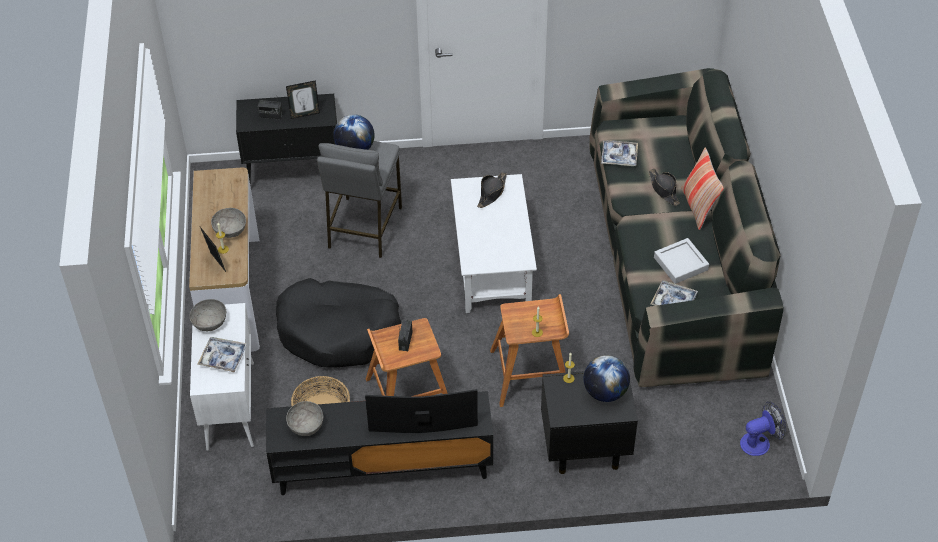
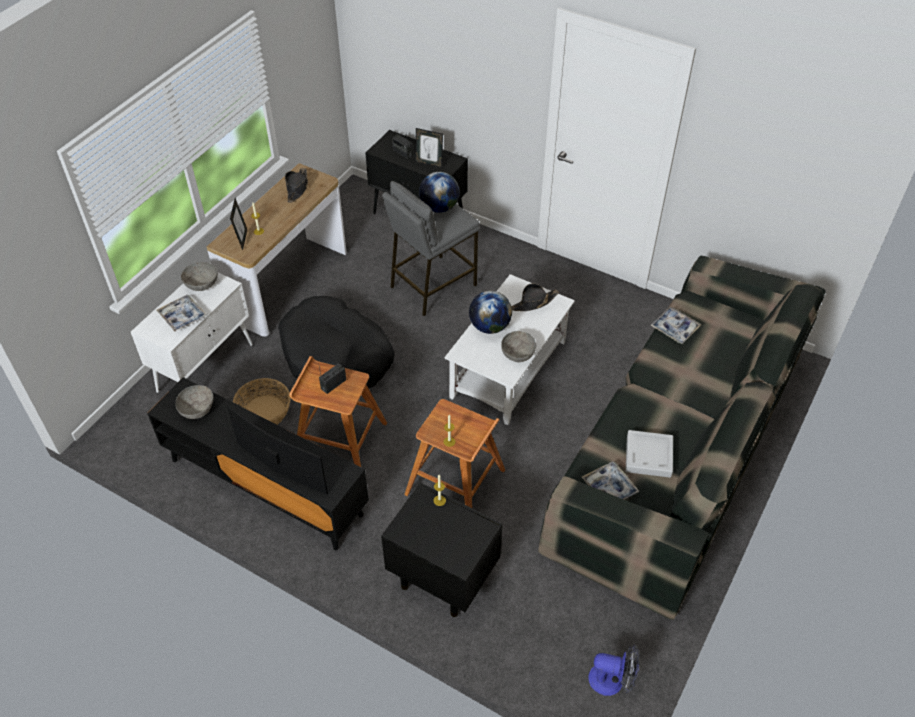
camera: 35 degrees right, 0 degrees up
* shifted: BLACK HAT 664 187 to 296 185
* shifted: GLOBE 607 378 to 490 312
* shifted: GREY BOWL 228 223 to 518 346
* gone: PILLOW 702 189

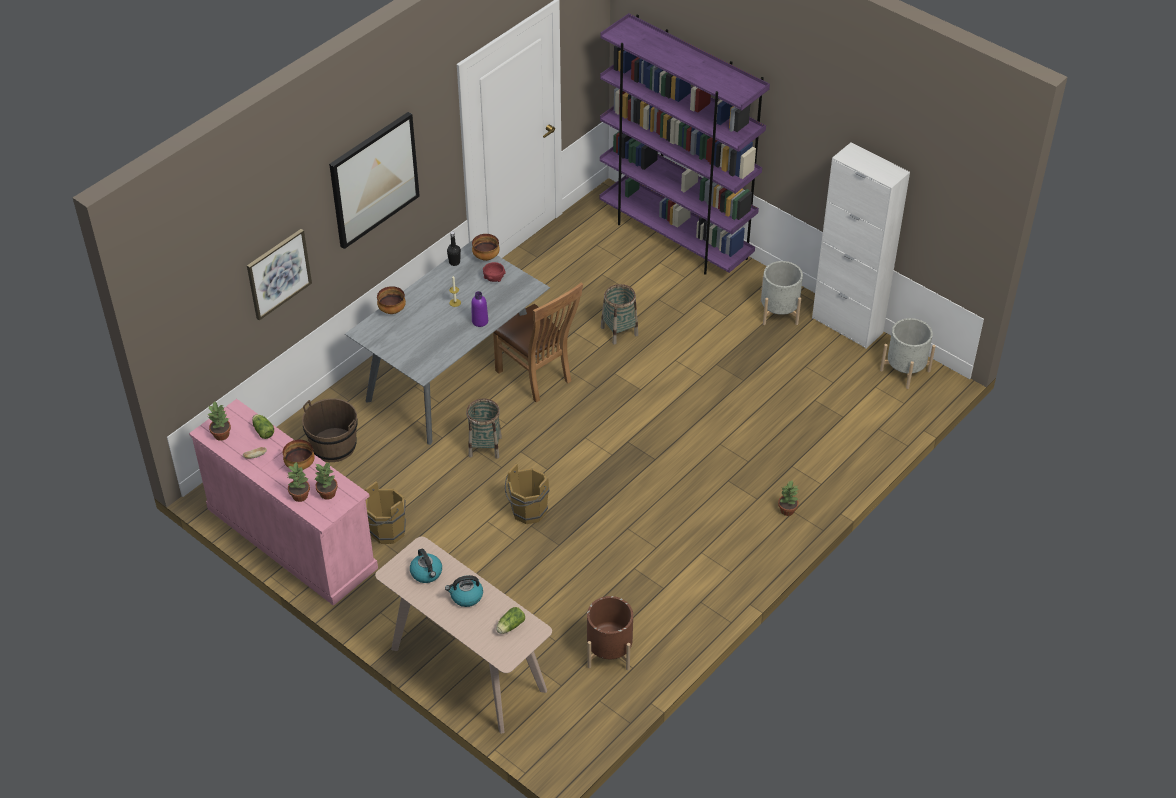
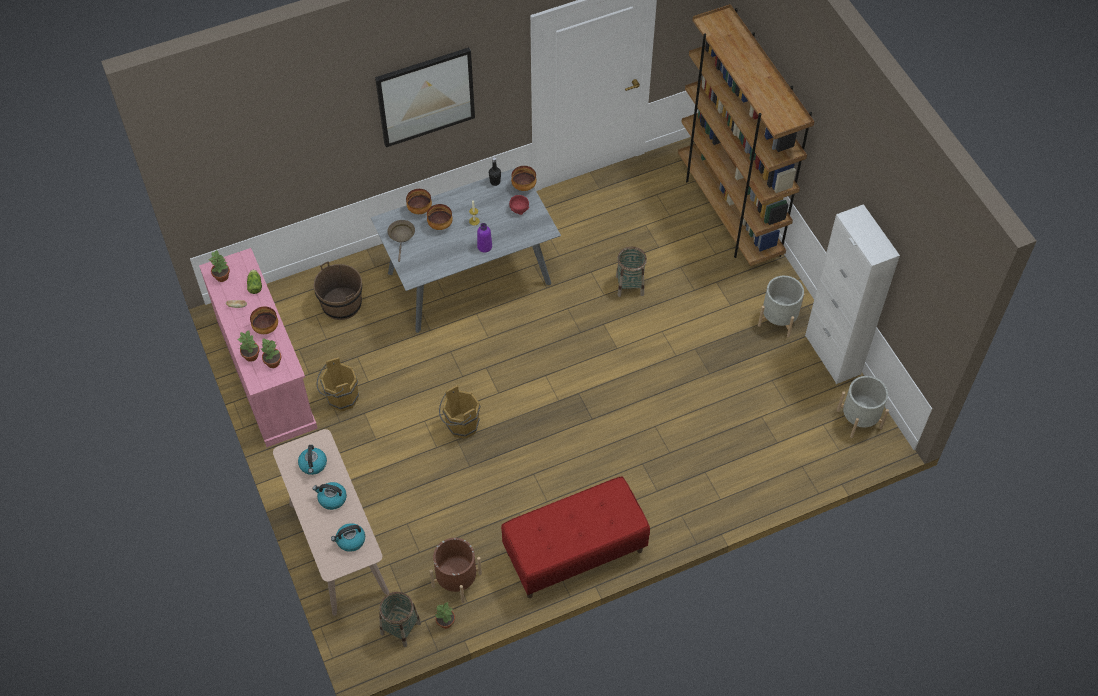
camera: 25 degrees right, 10 degrees up
* swapped: LETTUCE 510 620 to KETTLE 348 537
* shifted: BASKET 484 428 to 400 619
* new: BROWN FRYING PAN 401 241
* new: BOWL 440 217
* shifted: POTTED PLANT 788 498 to 445 615
* new: RED BENCH 575 537
* repainted: PURPLE BOOKCASE 684 144 to BROWN BOOKCASE 746 135
* gone: PICTURE 279 274
* gone: BROWN CHAIR 538 342

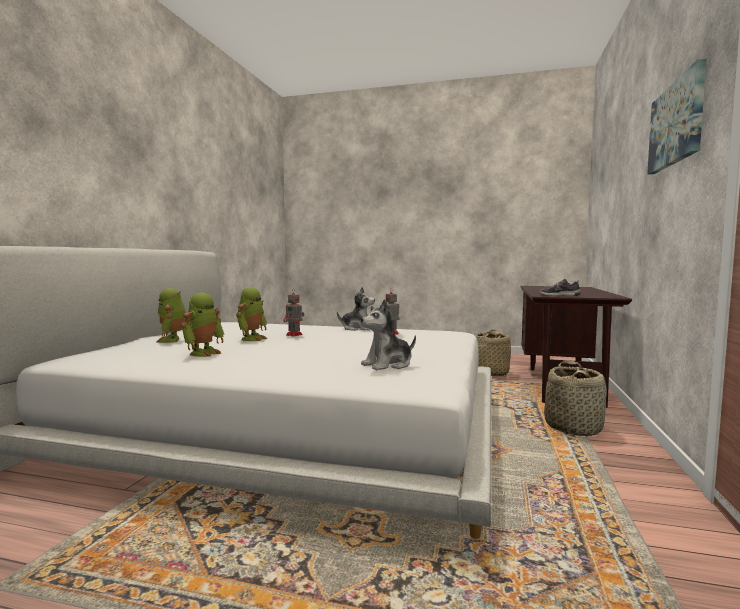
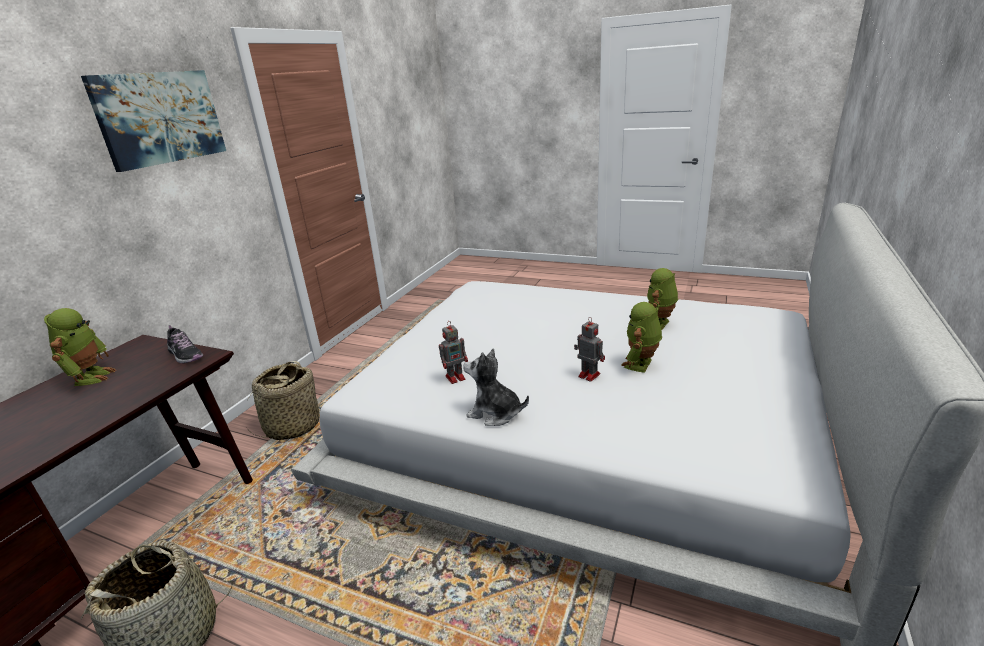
camera: 170 degrees left, 20 degrees up
* shifted: TOY ROBOT 171 315 to 80 347
* gone: PLUSH TOY 388 335

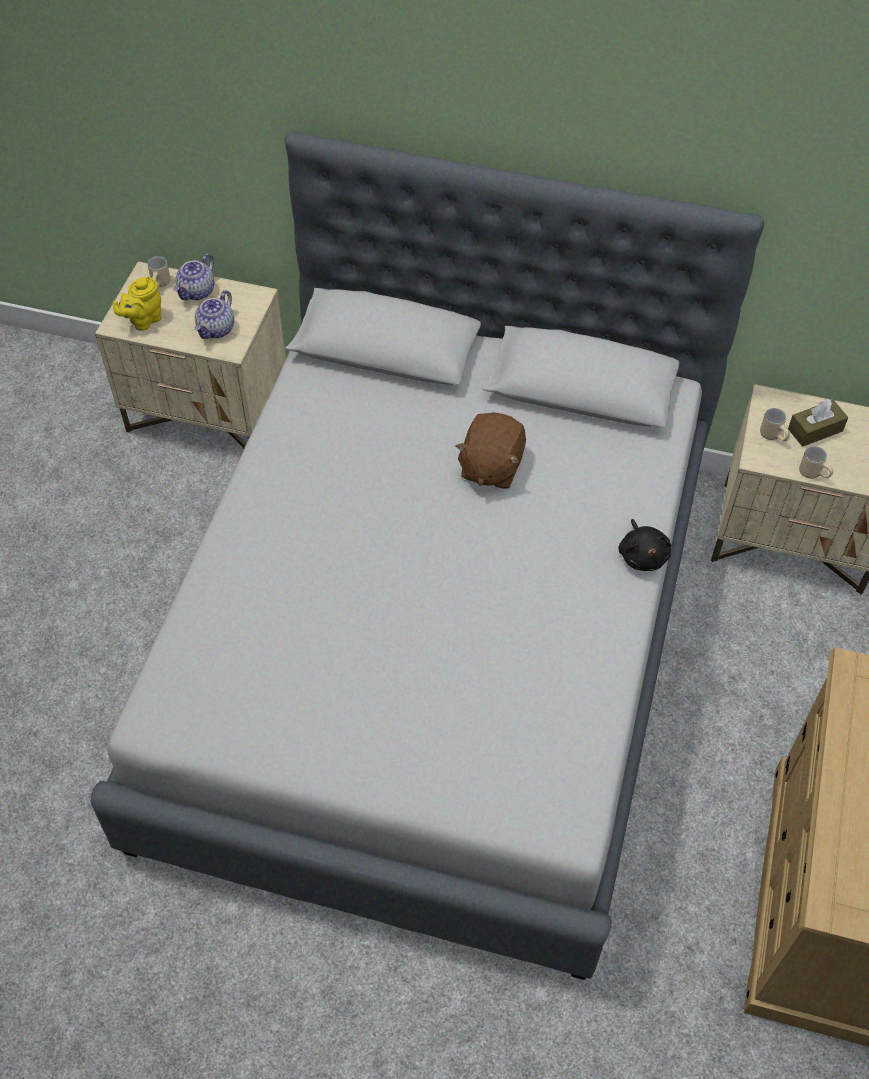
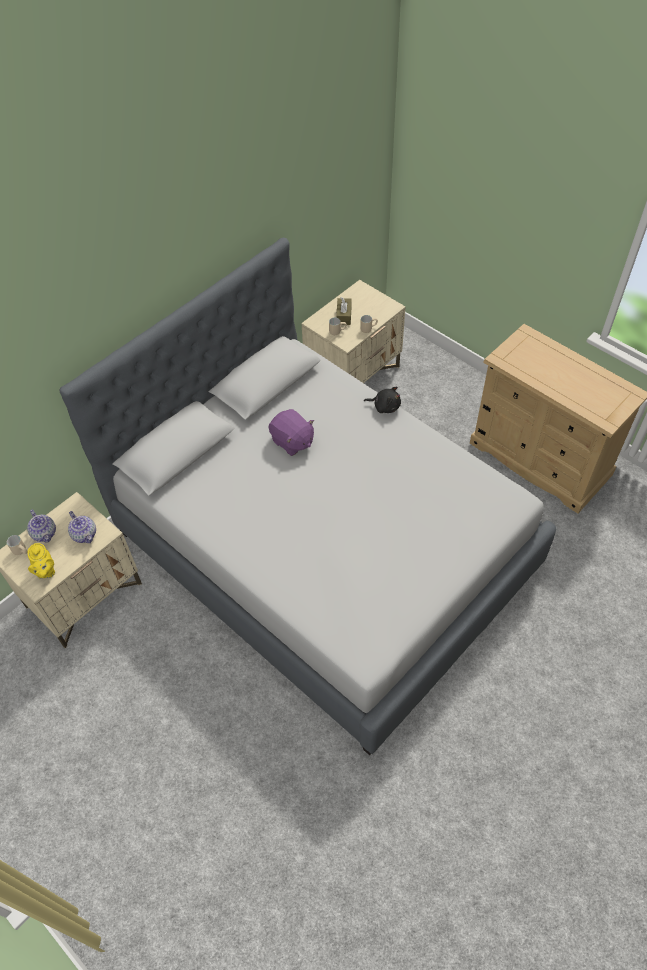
camera: 60 degrees left, 0 degrees up
* repainted: BROWN PLUSH TOY 490 450 to PURPLE PLUSH TOY 291 432

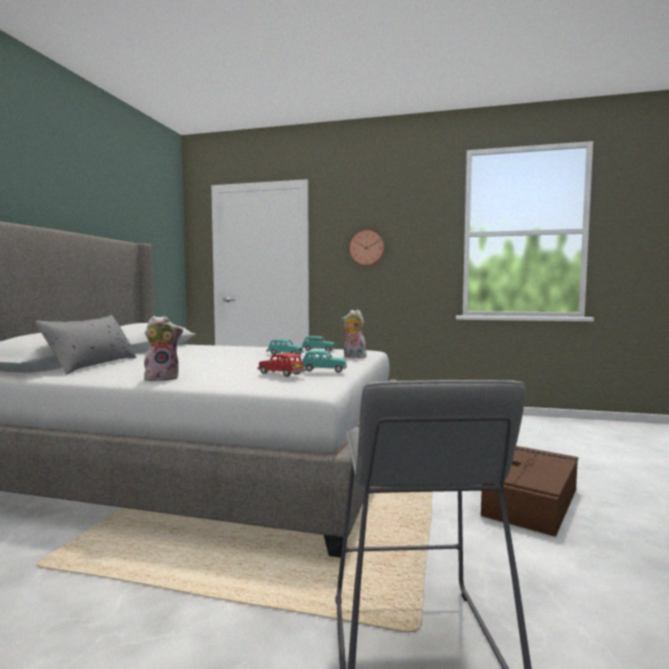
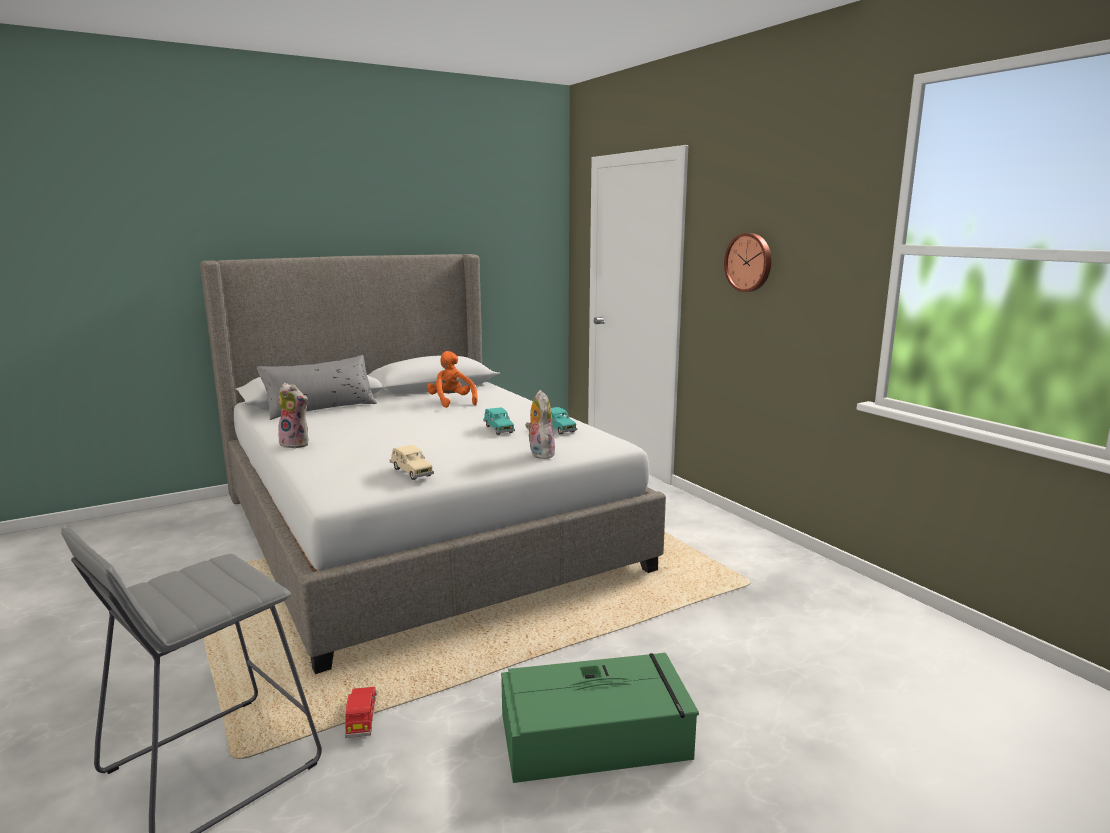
camera: 45 degrees right, 10 degrees up
* shifted: RED TOY CAR 282 365 to 361 712
* repainted: TURQUOISE TOY CAR 324 361 to BEIGE TOY CAR 412 462
* new: ORANGE PLUSH TOY 452 379
* repainted: BROWN STORAGE BOX 529 491 to GREEN STORAGE BOX 600 718

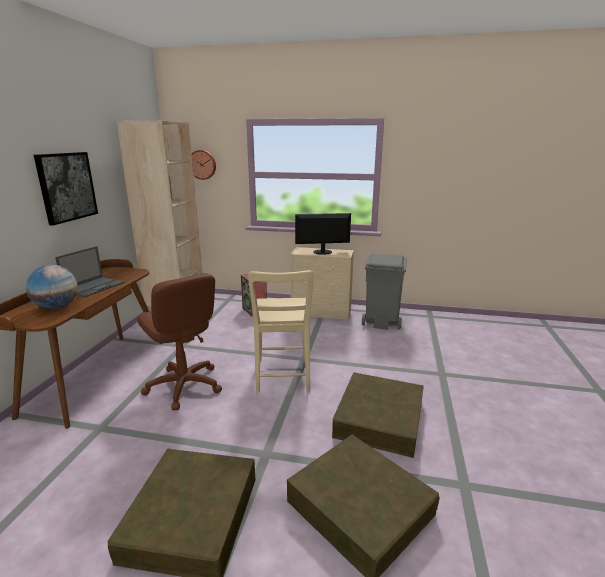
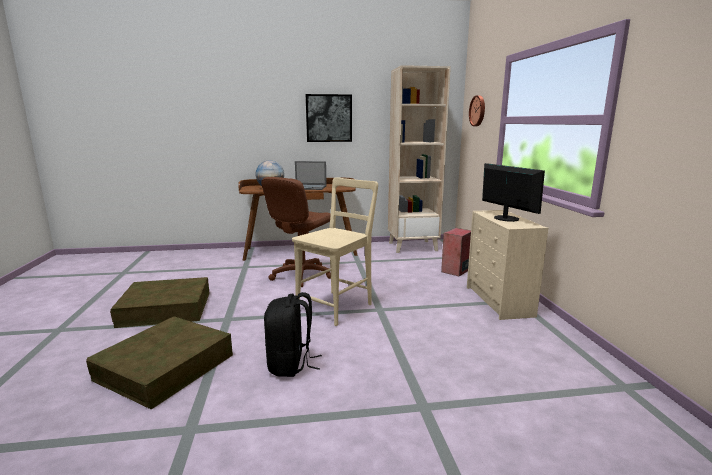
camera: 70 degrees right, 5 degrees down
* swapped: BROWN STORAGE BOX 378 415 to BLACK BACKPACK 293 334
* rotated: BEIGE CHAIR 281 331 = 335 251 150 degrees clockwise
* gone: GREY TRASH CAN 384 292

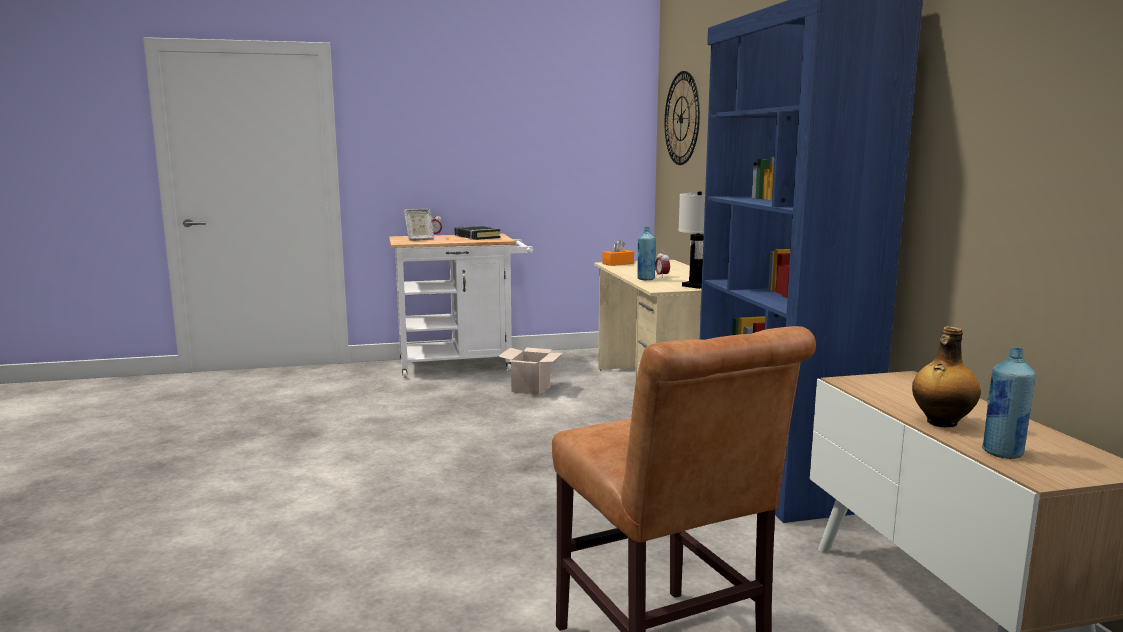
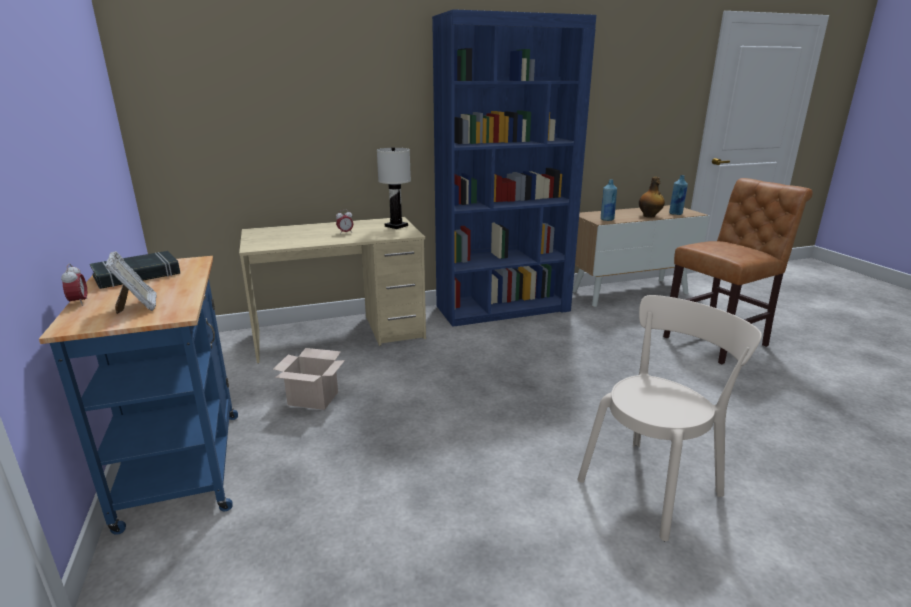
camera: 95 degrees left, 10 degrees up
* repainted: WHITE CART 461 305 to BLUE CART 138 395
* new: BEIGE CHAIR 669 418
* shifted: BLUE BOTTLE 646 253 to 609 200
* gone: ORANGE TISSUE BOX 618 253
* gone: WALL CLOCK 682 118

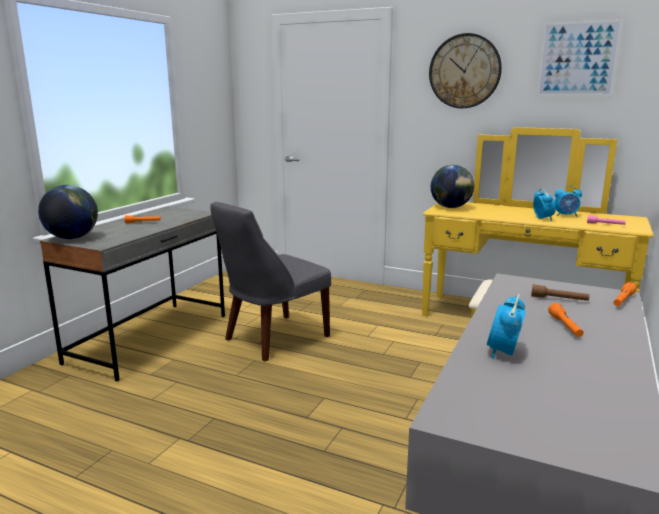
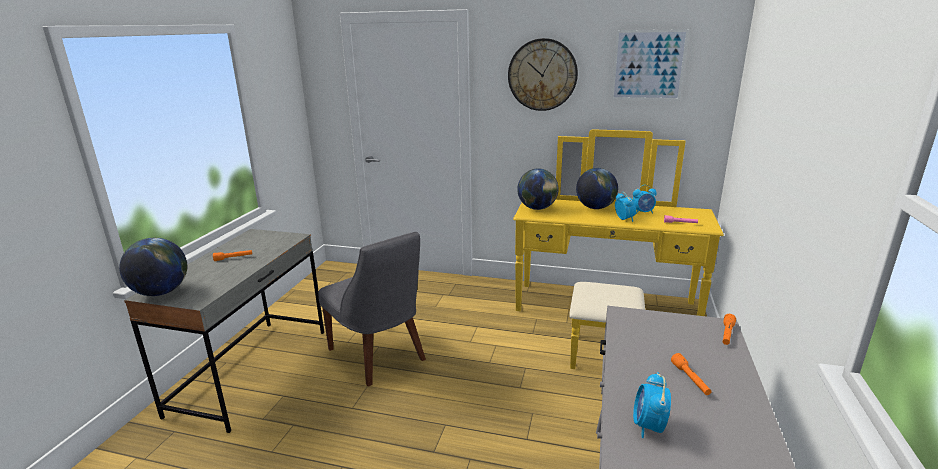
camera: 10 degrees left, 5 degrees up
* rotated: GREY CHAIR 270 281 = 372 309 75 degrees counterclockwise
* new: GLOBE 597 188
* gone: BROWN FLASHLIGHT 560 292

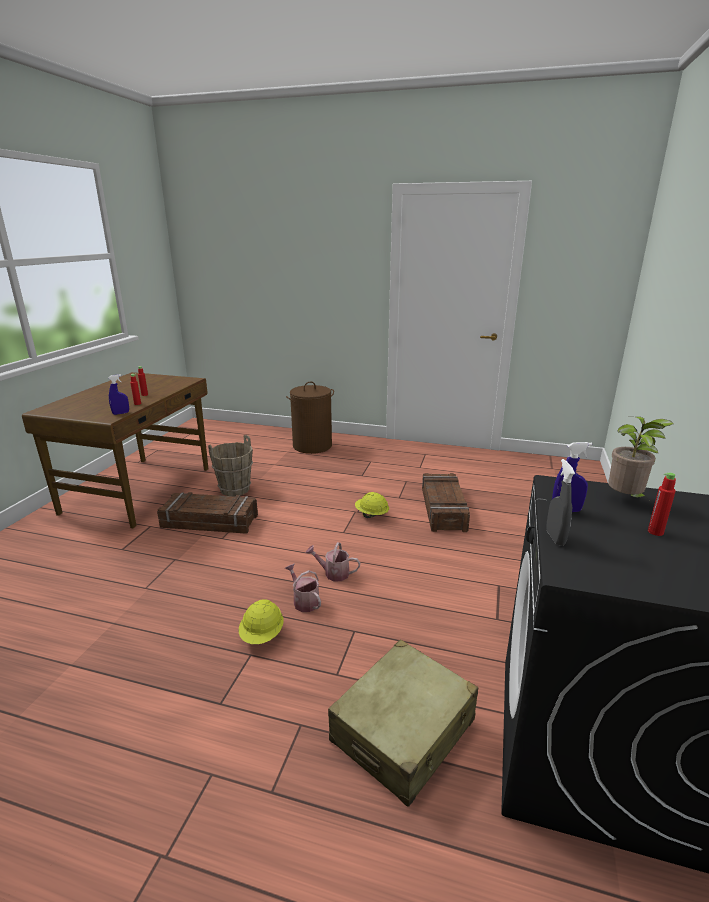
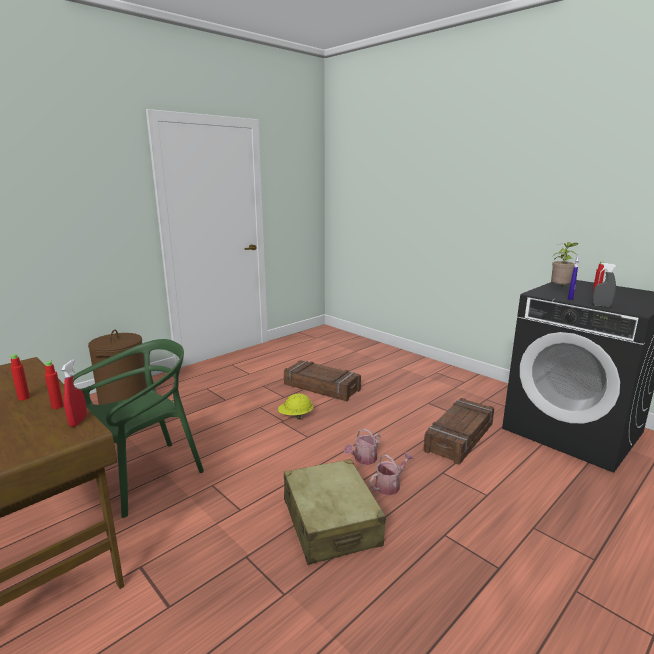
camera: 60 degrees left, 5 degrees down
* repainted: BLUE SPRAY BOTTLE 118 394 to RED SPRAY BOTTLE 74 393
* swapped: BROWN BUCKET 230 465 to GREEN CHAIR 138 428
* shifted: BEIGE SUITCASE 403 723 to 335 512
* rotated: WATERING CAN 303 588 = 391 473 150 degrees clockwise
* shifted: CRATE 207 513 to 458 431
* gone: YELLOW HARD HAT 261 621

